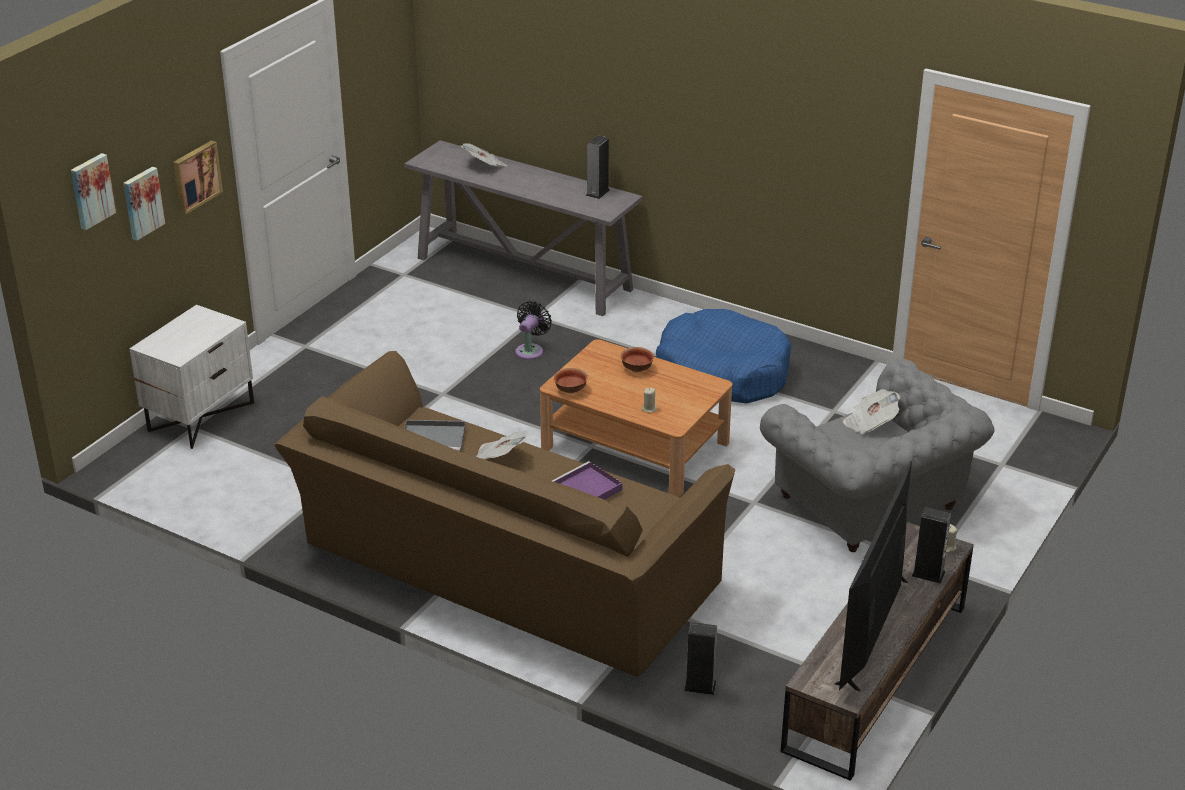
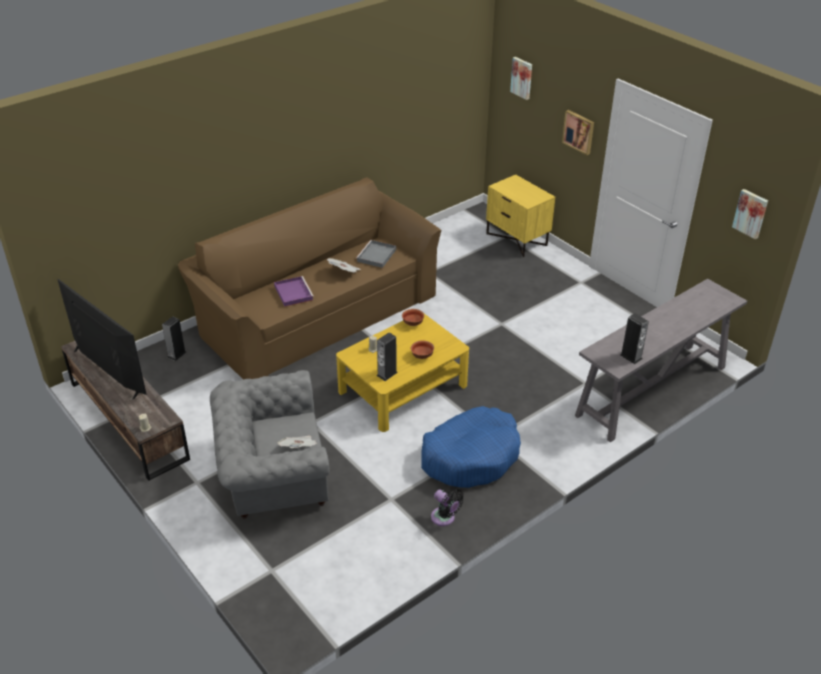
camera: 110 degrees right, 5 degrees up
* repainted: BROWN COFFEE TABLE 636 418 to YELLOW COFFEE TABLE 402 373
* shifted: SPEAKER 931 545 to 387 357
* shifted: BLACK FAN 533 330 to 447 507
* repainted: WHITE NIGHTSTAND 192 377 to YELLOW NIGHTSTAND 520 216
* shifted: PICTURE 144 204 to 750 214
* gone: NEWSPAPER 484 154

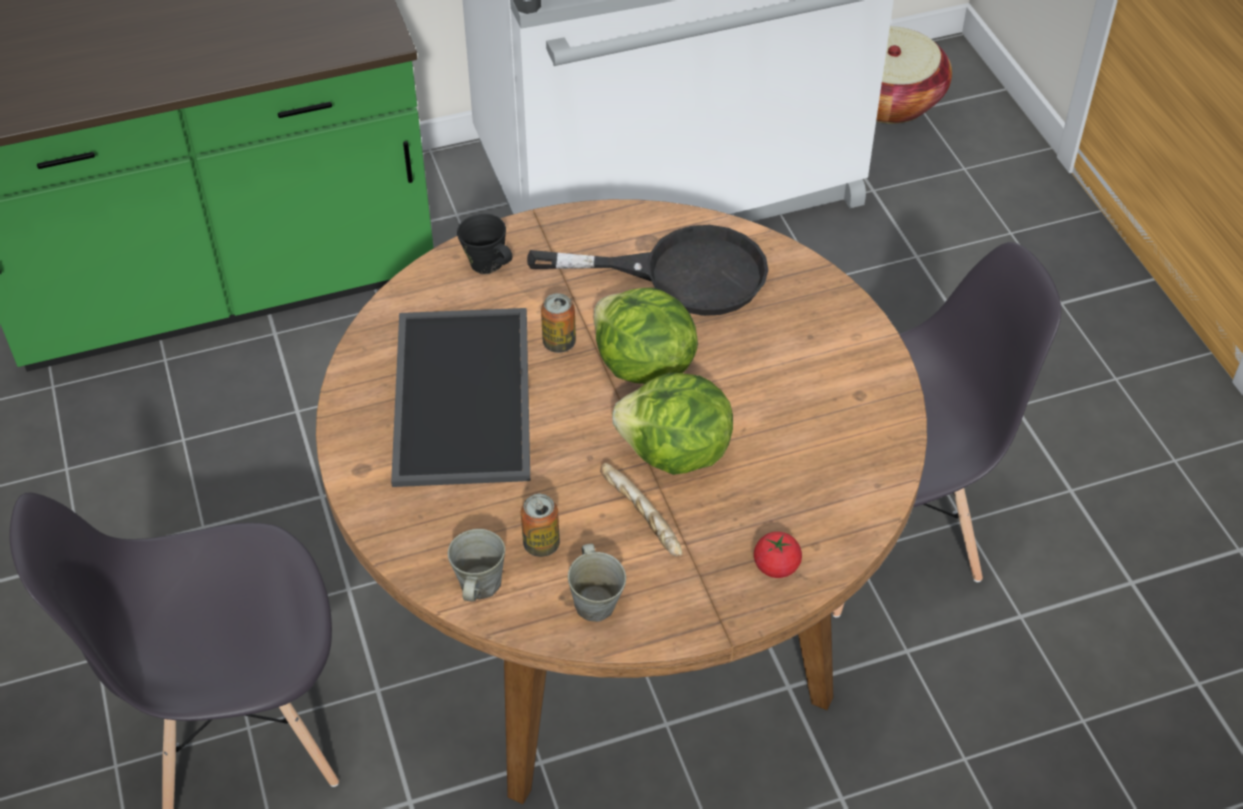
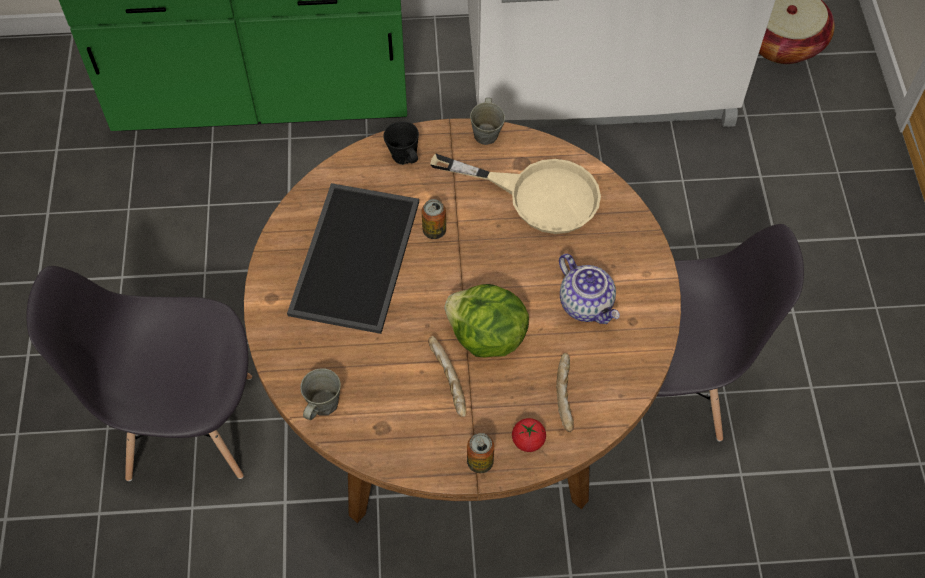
camera: 15 degrees right, 10 degrees up
* repainted: BLACK FRYING PAN 647 270 to BEIGE FRYING PAN 515 193
* shifted: CAN 540 525 to 480 453
* shifted: GREY MUG 597 582 to 487 121
* new: BREAD 565 392
* new: TEAPOT 589 289
* gone: LETTUCE 646 336

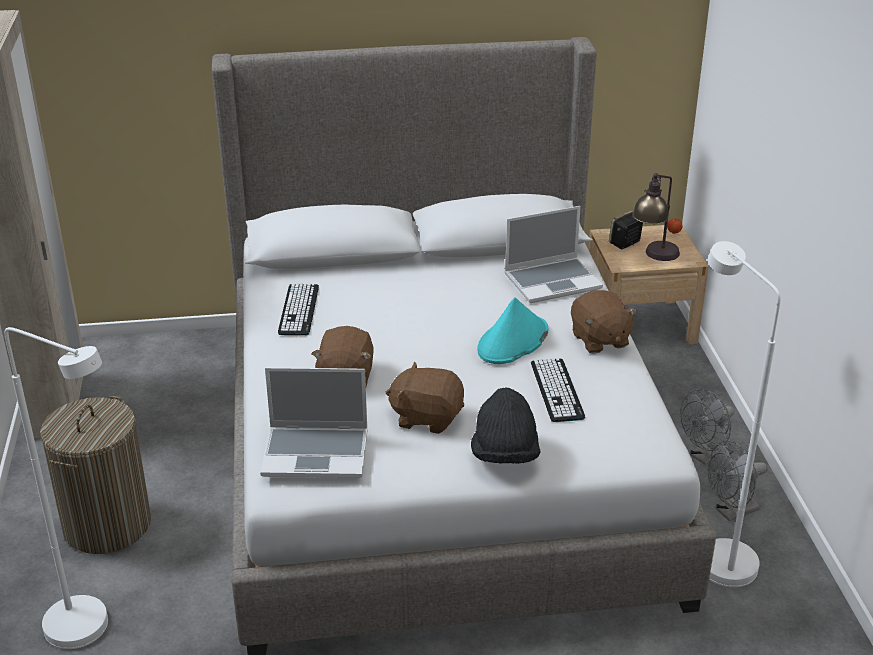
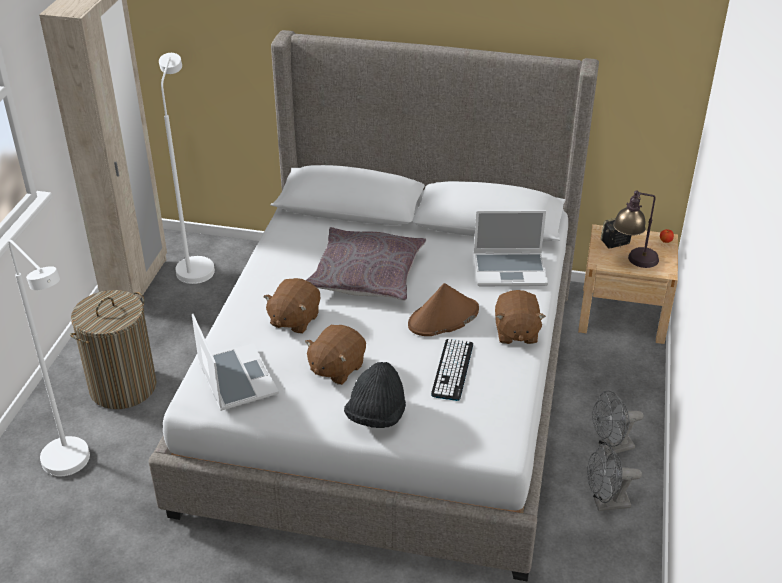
camera: 20 degrees right, 5 degrees up
* shifted: WHITE FLOOR LAMP 744 414 to 187 168
* rotated: LAPTOP 314 422 = 235 362 135 degrees counterclockwise
* rotated: BROWN PLUSH TOY 425 397 = 335 355 90 degrees counterclockwise
* new: GREY PILLOW 366 264
* repainted: TURQUOISE HAT 512 330 to BROWN HAT 443 309
* gone: KEYBOARD 298 309

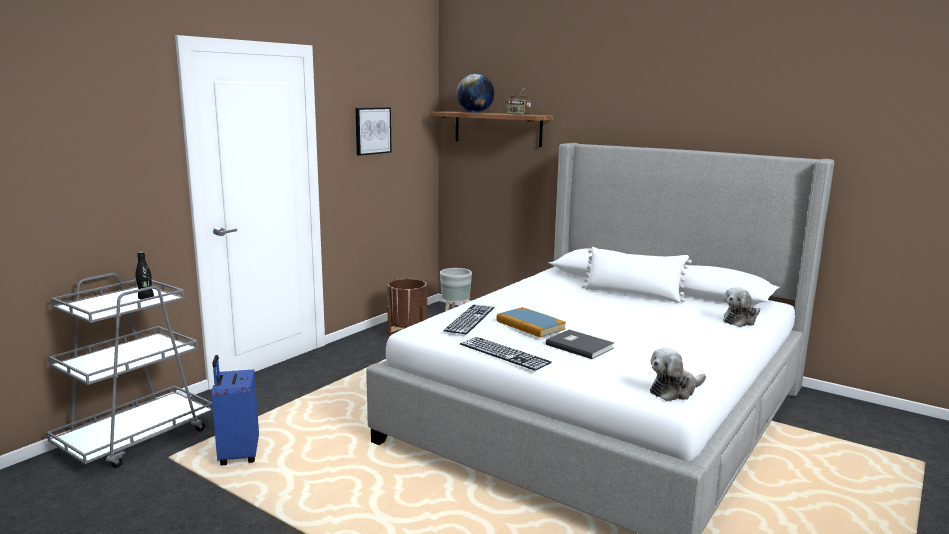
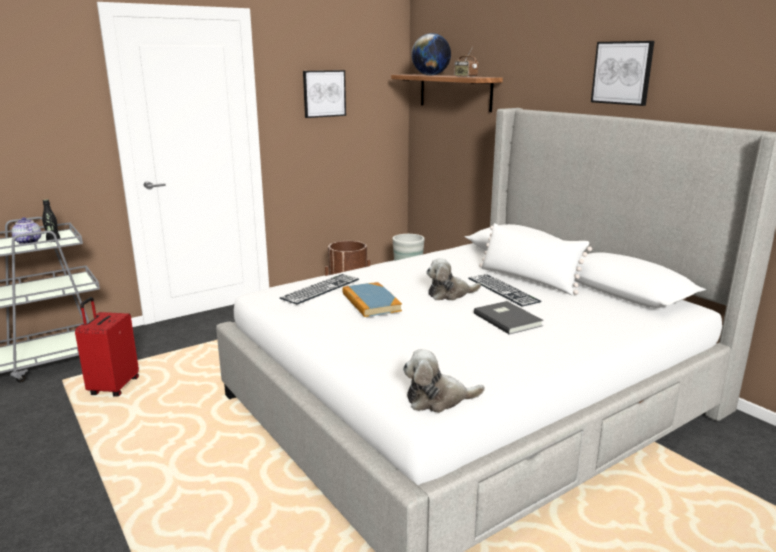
camera: 20 degrees right, 5 degrees up
* new: TEAPOT 26 230
* repainted: BLUE SUITCASE 235 410 to RED SUITCASE 107 347
* shifted: PLUSH TOY 741 307 to 453 279
* shifted: KEYBOARD 506 354 to 505 290
* shifted: GREY BOOK 580 344 to 509 318
* new: PICTURE 622 73

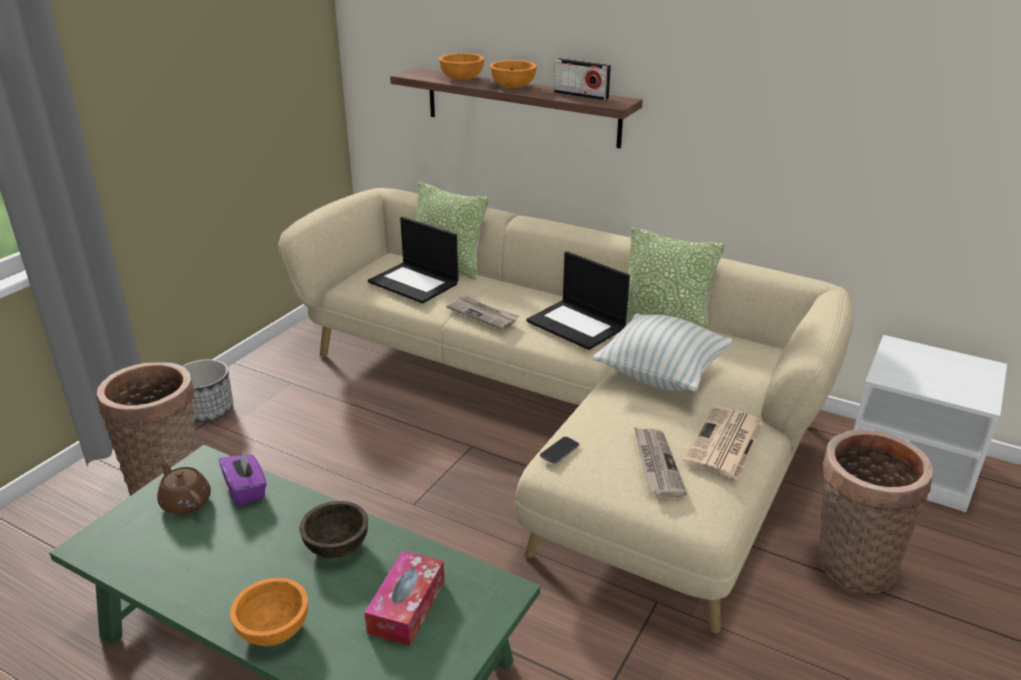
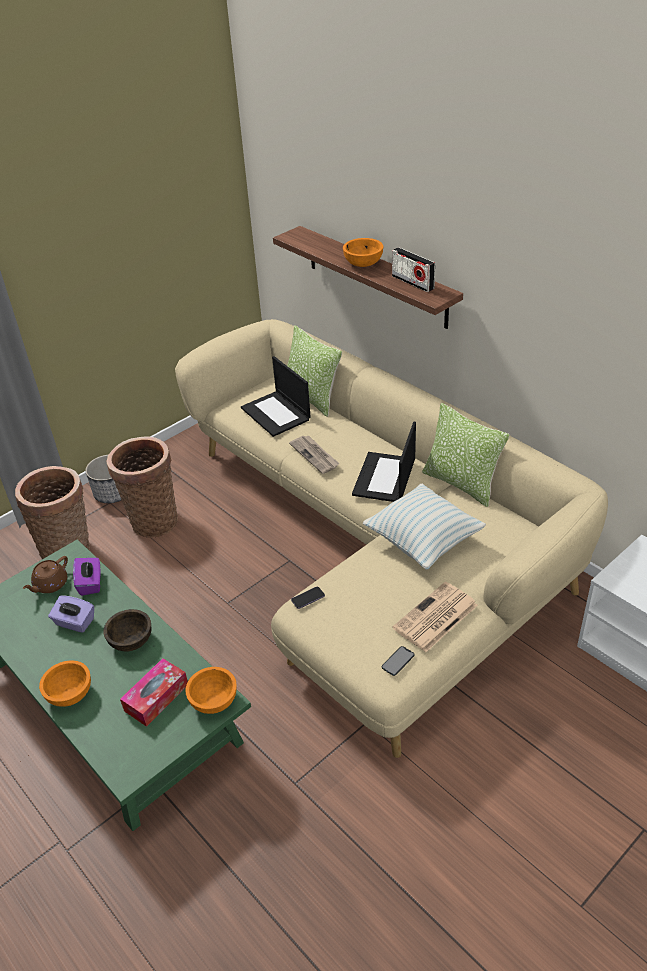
camera: 20 degrees right, 10 degrees up
* rotated: BROWN TEAPOT 184 487 = 45 574 120 degrees counterclockwise
* new: PURPLE TISSUE BOX 71 614
* shifted: BASKET 875 511 to 142 487
* shifted: ORANGE BOWL 461 66 to 211 690
* rotated: LAPTOP 578 300 = 384 461 45 degrees clockwise
* new: PHONE 398 661
* gone: NEWSPAPER 660 462

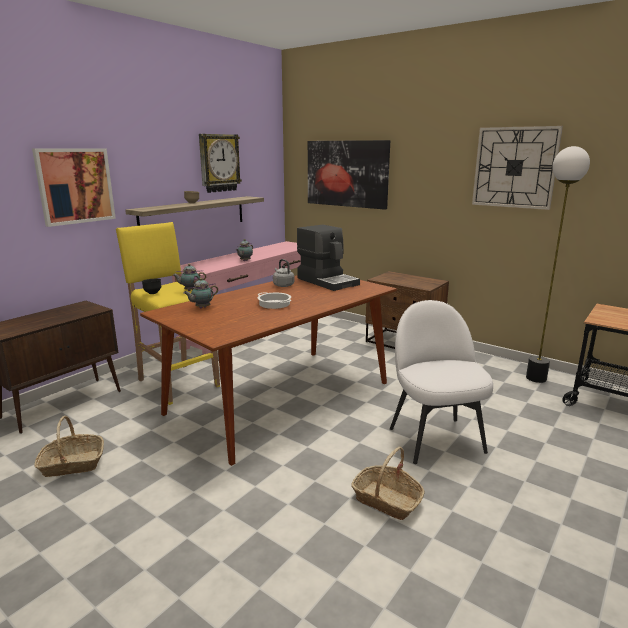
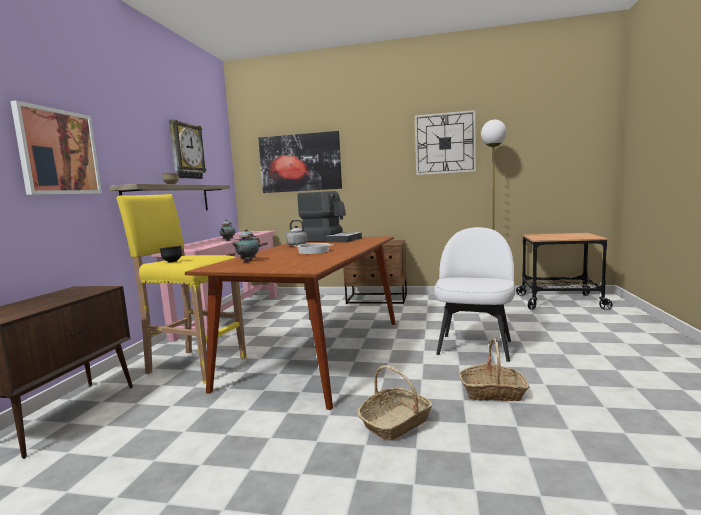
camera: 25 degrees left, 10 degrees down
* shifted: BASKET 69 446 to 394 402
* rotated: WHITE CHAIR 441 382 = 474 294 60 degrees clockwise
* gone: TEAPOT 189 277

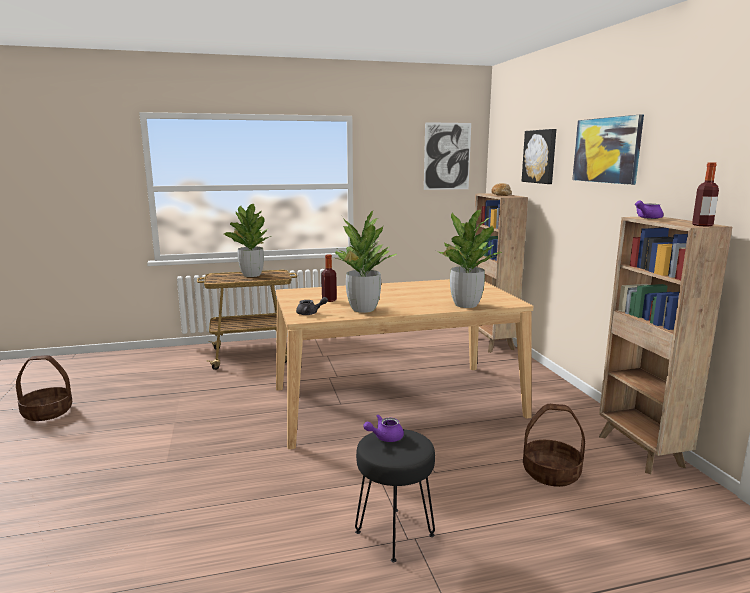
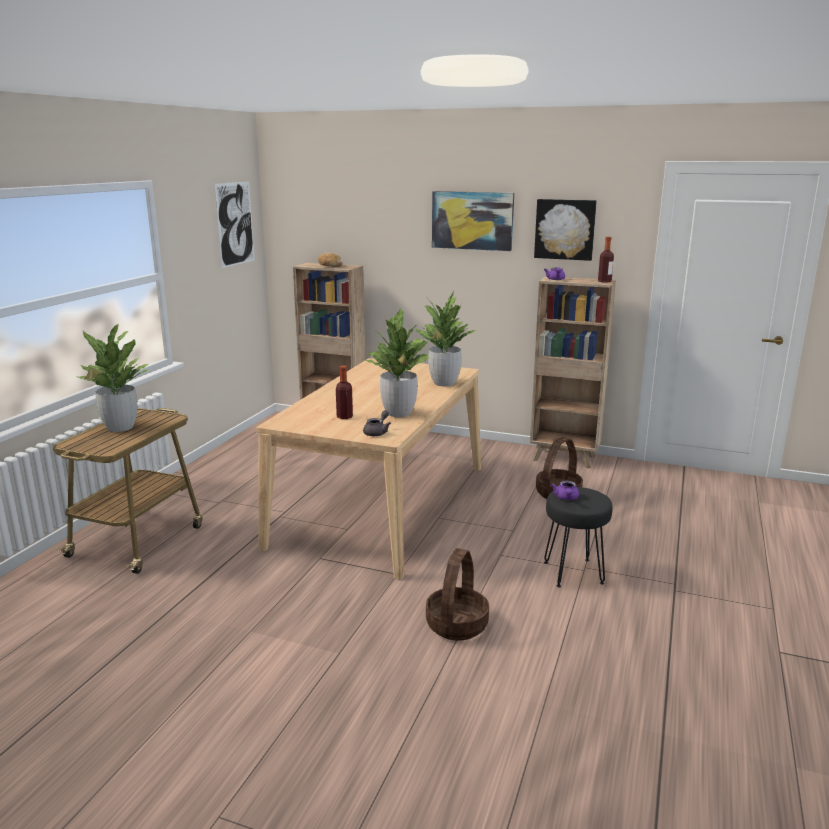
camera: 55 degrees left, 5 degrees up
* shifted: BASKET 44 388 to 457 594
* shifted: PICTURE 539 156 to 565 230

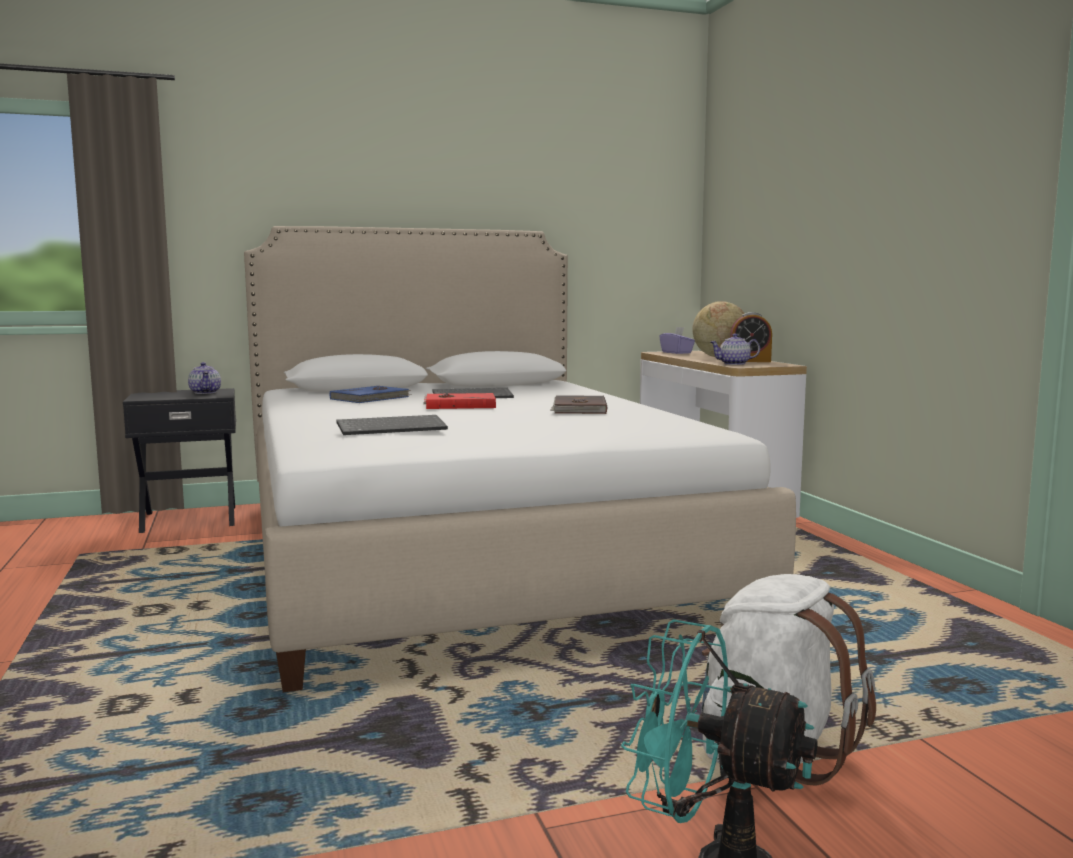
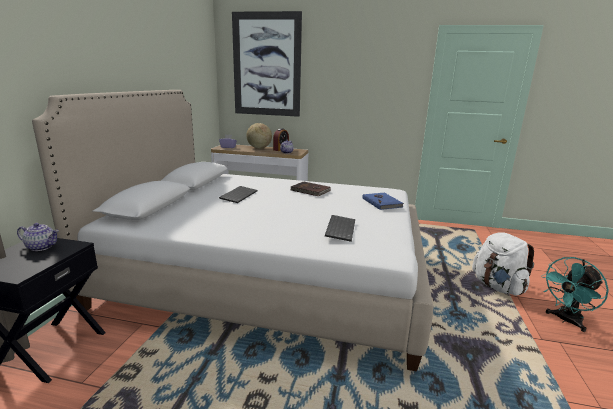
camera: 60 degrees left, 10 degrees up
* new: PICTURE 267 64
* shifted: BLUE BOOK 371 394 to 382 201
* gone: RED BOOK 459 401

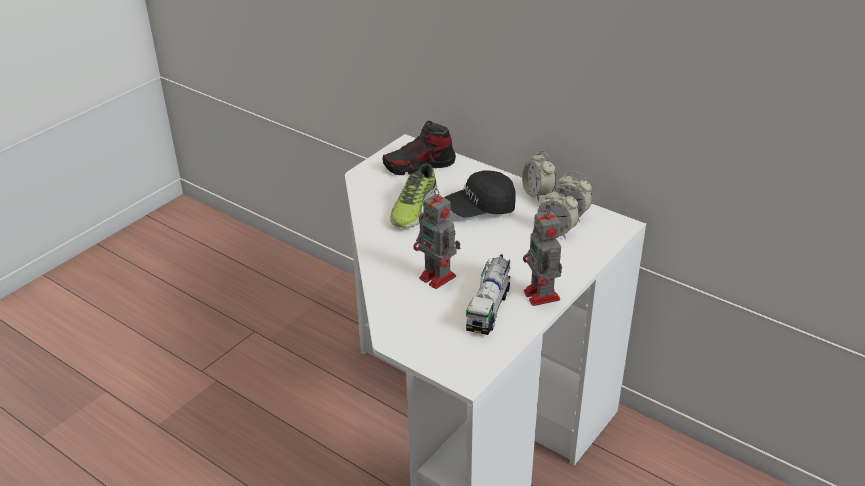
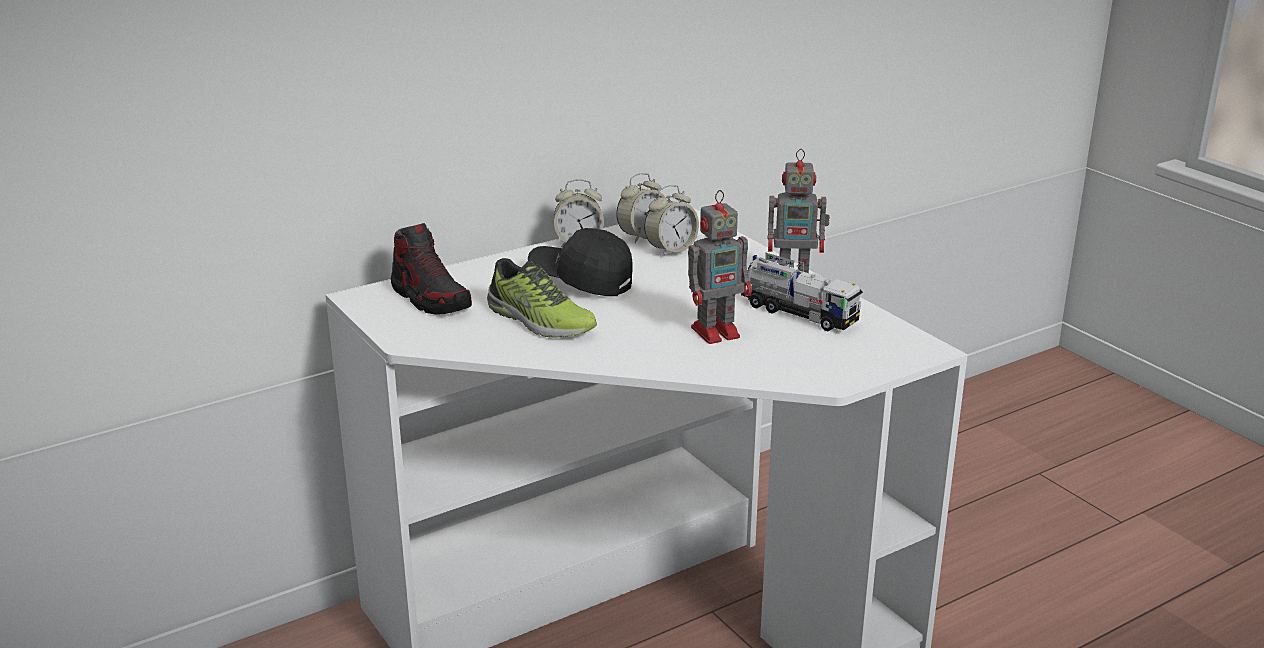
camera: 70 degrees left, 10 degrees down
* rotated: SHOE 419 148 = 431 269 45 degrees counterclockwise
* rotated: BLACK CAP 480 193 = 580 262 120 degrees clockwise

